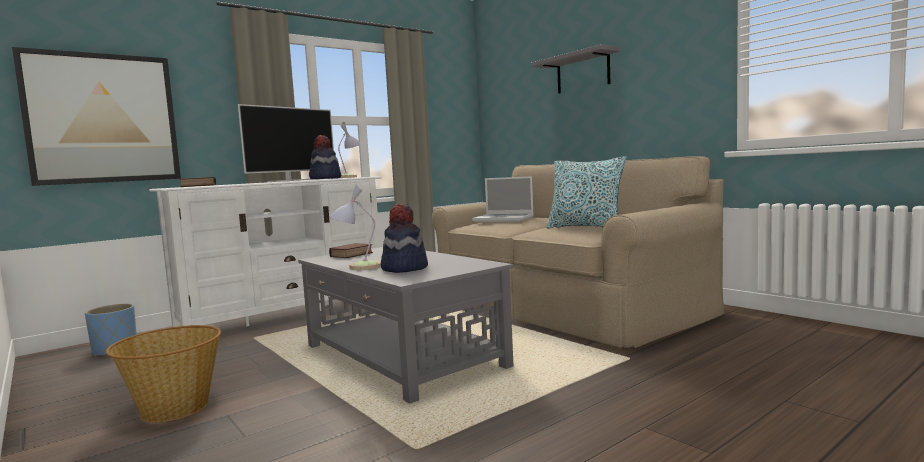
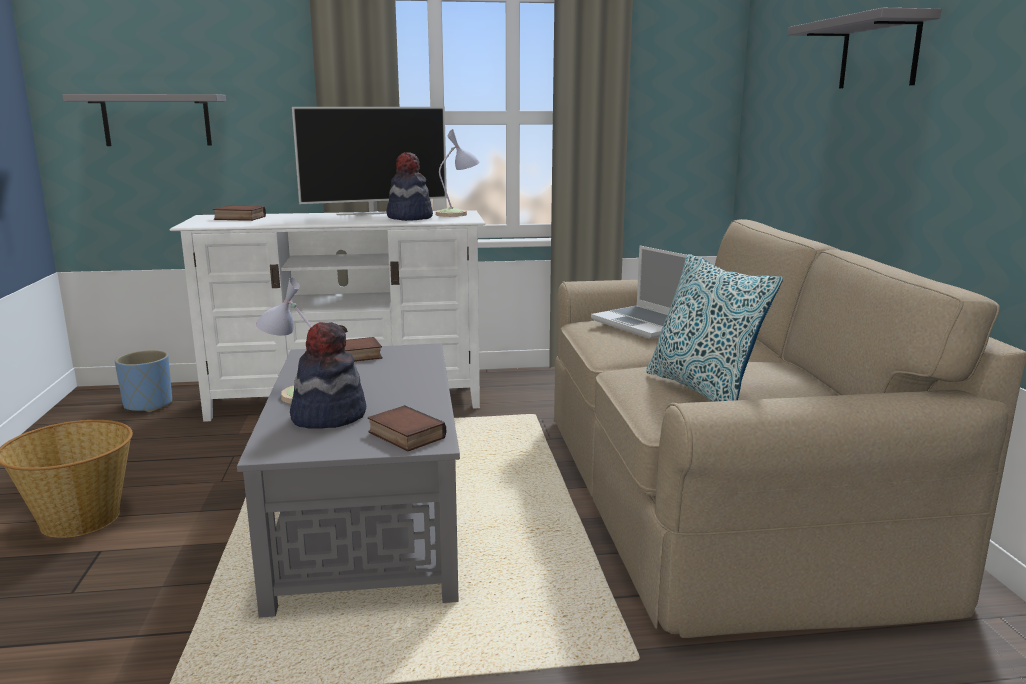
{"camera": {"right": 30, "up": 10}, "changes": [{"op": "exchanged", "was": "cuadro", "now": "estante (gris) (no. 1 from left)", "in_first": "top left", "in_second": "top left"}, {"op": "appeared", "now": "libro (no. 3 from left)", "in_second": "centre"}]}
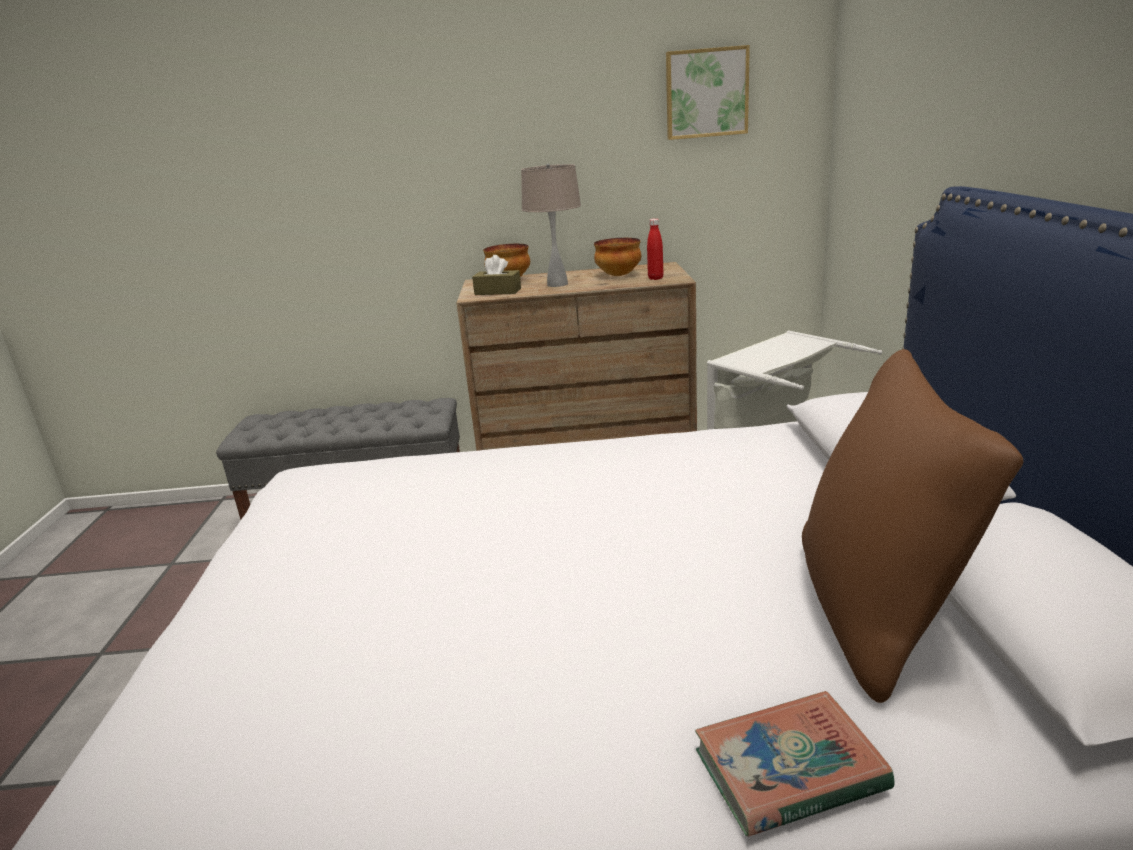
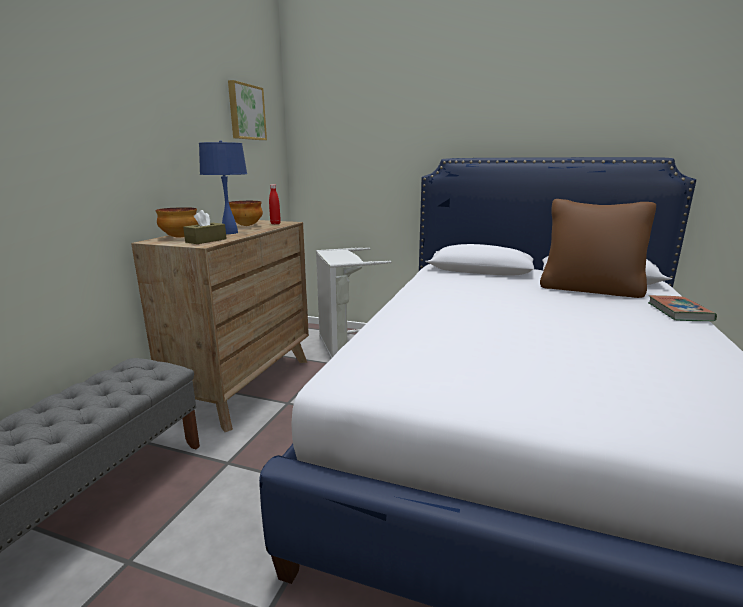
{"camera": {"right": -70, "up": -5}, "changes": [{"op": "colour", "was": "lámpara de mesa (beis)", "now": "lámpara de mesa (azul)", "in_first": "top centre", "in_second": "top left"}]}
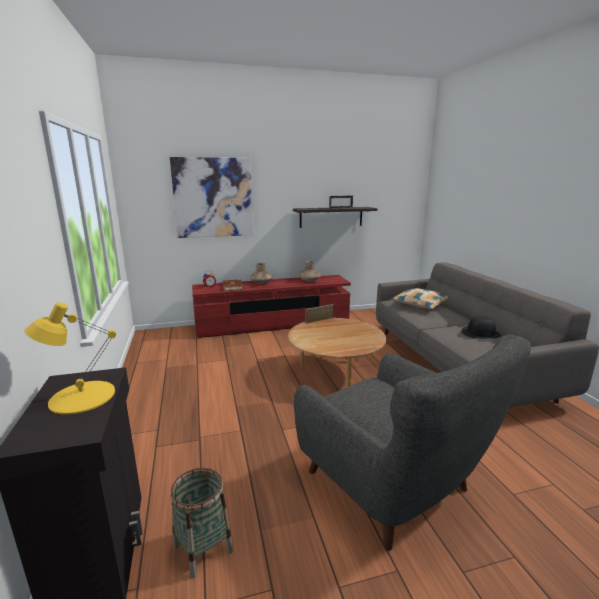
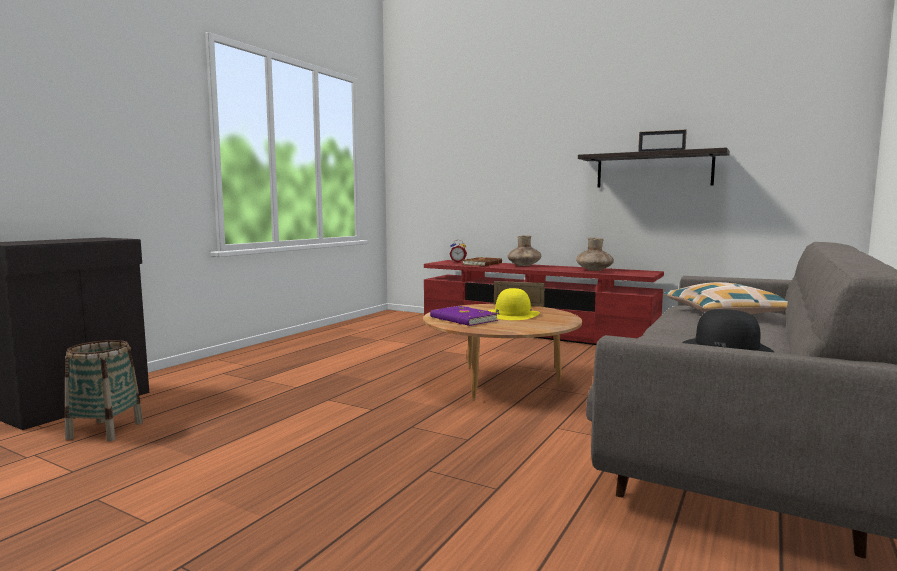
{"camera": {"right": 45, "up": -10}, "changes": [{"op": "missing", "was": "cuadro", "in_first": "top centre"}, {"op": "missing", "was": "lámpara de mesa (amarillo)", "in_first": "middle left"}, {"op": "missing", "was": "sillón (gris)", "in_first": "bottom right"}, {"op": "appeared", "now": "sombrero (amarillo)", "in_second": "centre"}, {"op": "appeared", "now": "libro (morado)", "in_second": "centre"}]}
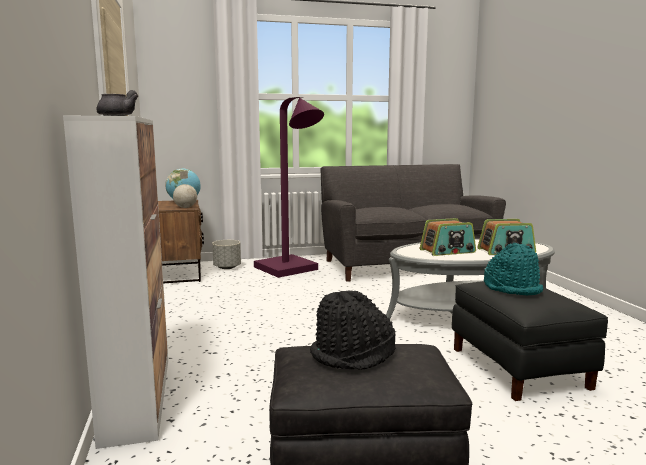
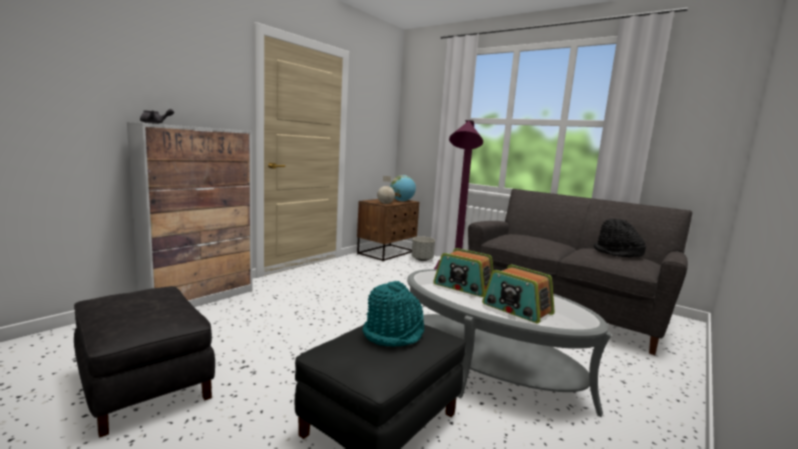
{"camera": {"right": 50, "up": 0}, "changes": [{"op": "relocated", "was": "sombrero (negro)", "in_first": "bottom centre", "in_second": "middle right"}]}
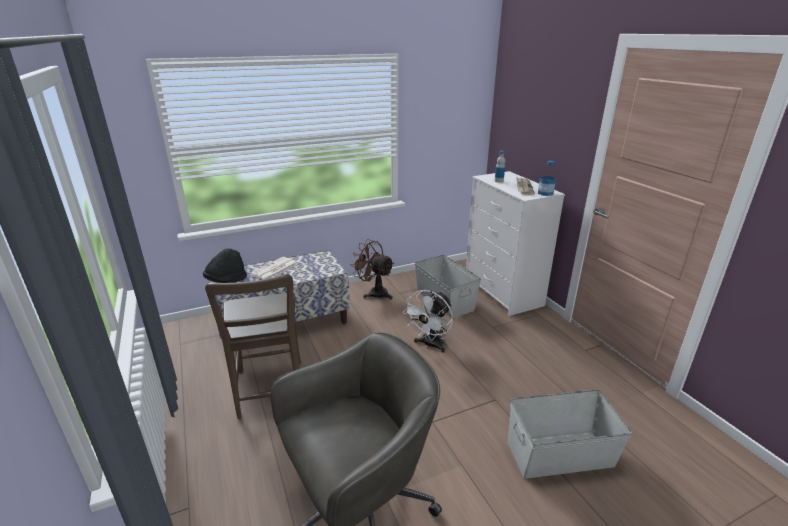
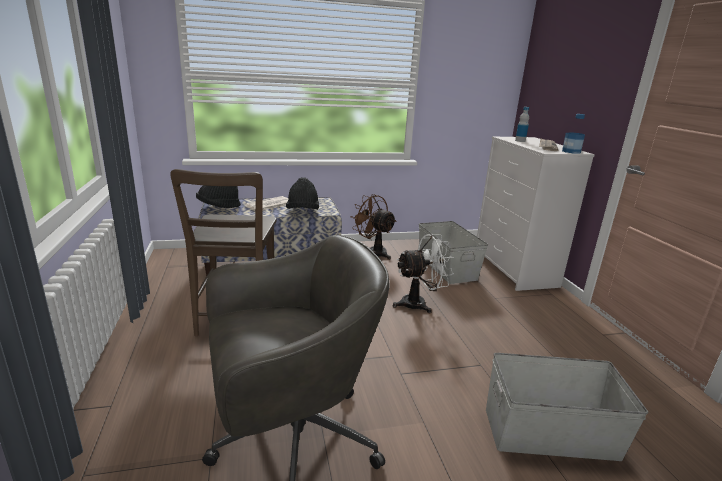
{"camera": {"right": 10, "up": -5}, "changes": [{"op": "spun", "was": "ventilador (blanco)", "in_first": "centre", "in_second": "centre", "clockwise": -150}, {"op": "appeared", "now": "sombrero (negro) (no. 2 from left)", "in_second": "centre"}]}
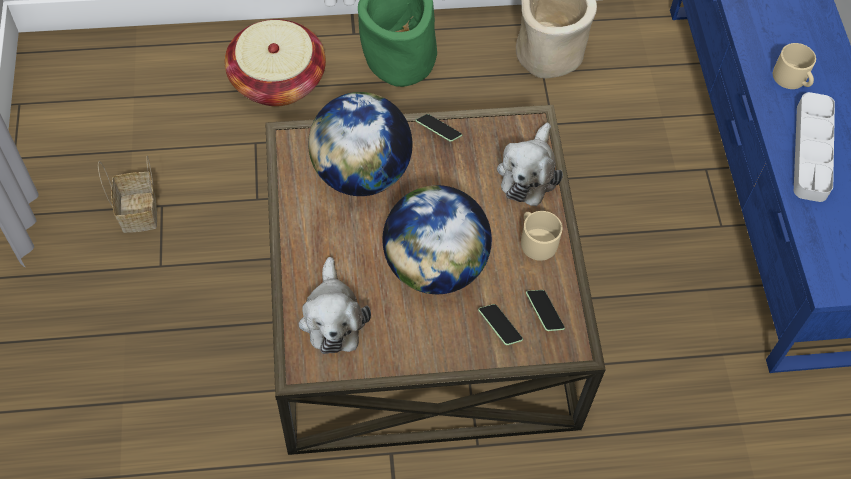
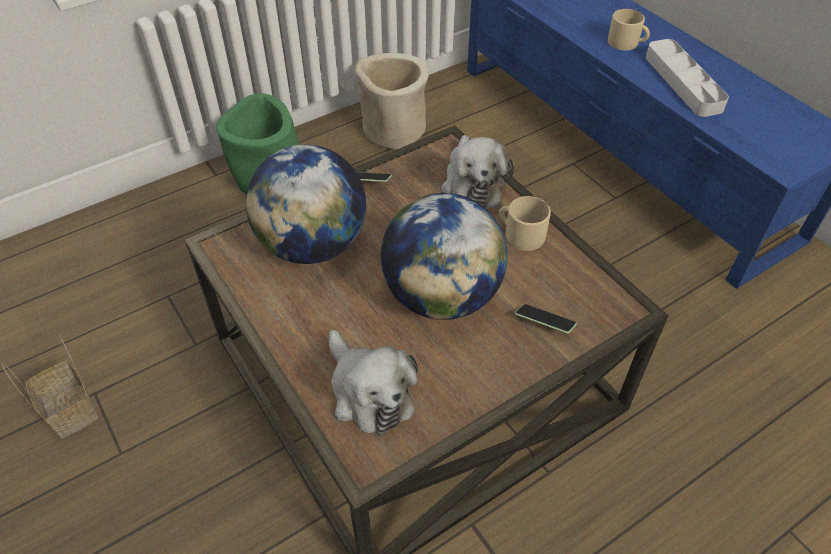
{"camera": {"right": -25, "up": -10}, "changes": [{"op": "missing", "was": "cesta (no. 2 from left)", "in_first": "top left"}, {"op": "missing", "was": "móvil (no. 3 from left)", "in_first": "centre"}]}
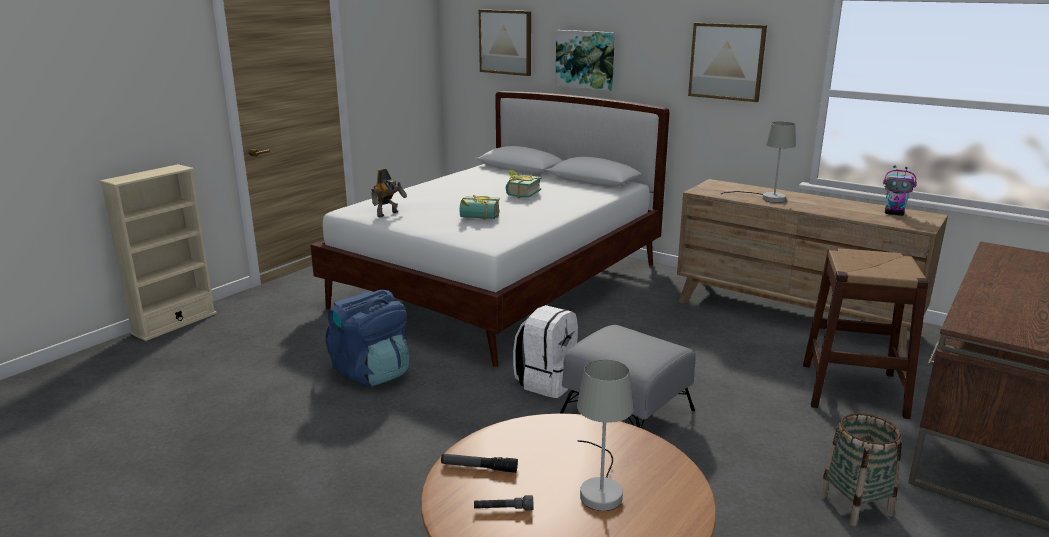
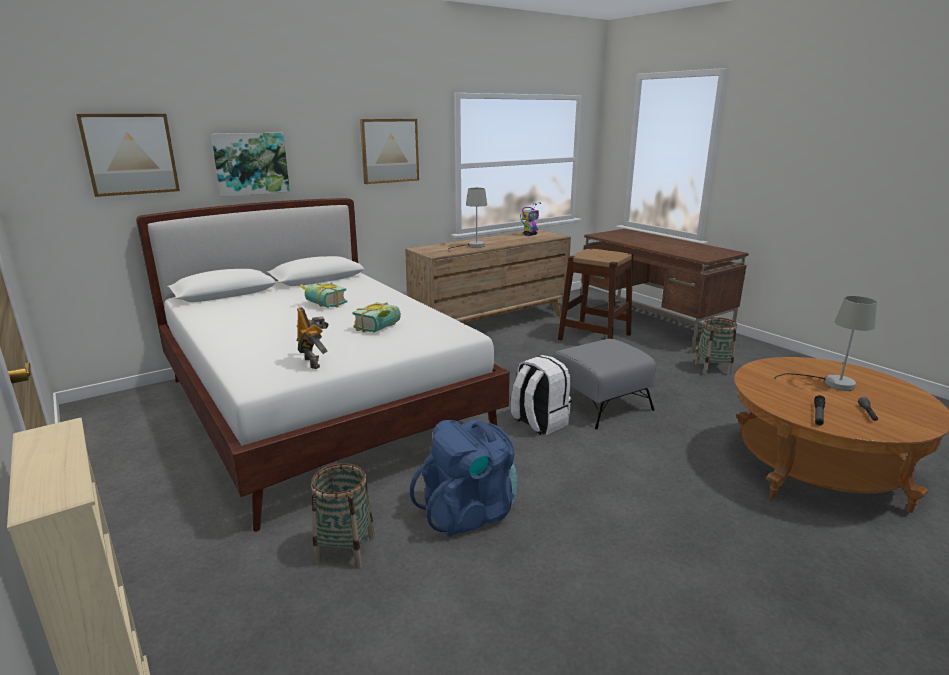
{"camera": {"right": -70, "up": 0}, "changes": [{"op": "appeared", "now": "cesta (no. 1 from left)", "in_second": "bottom centre"}]}
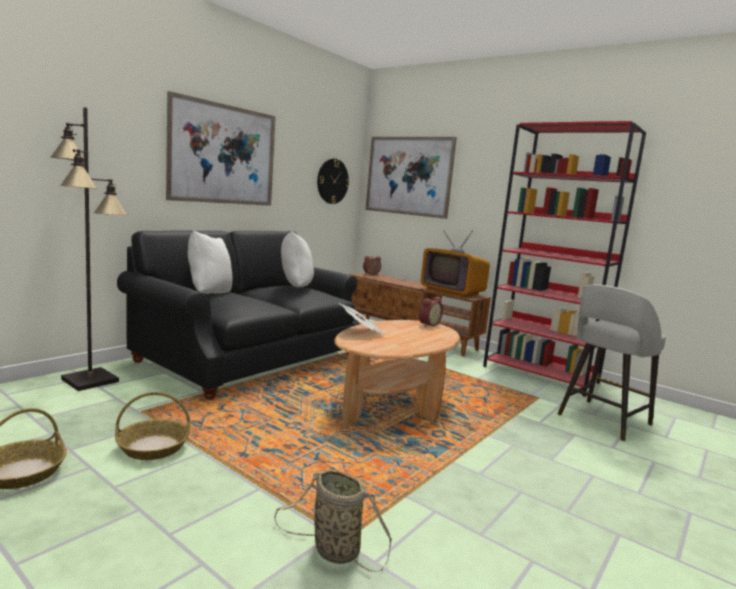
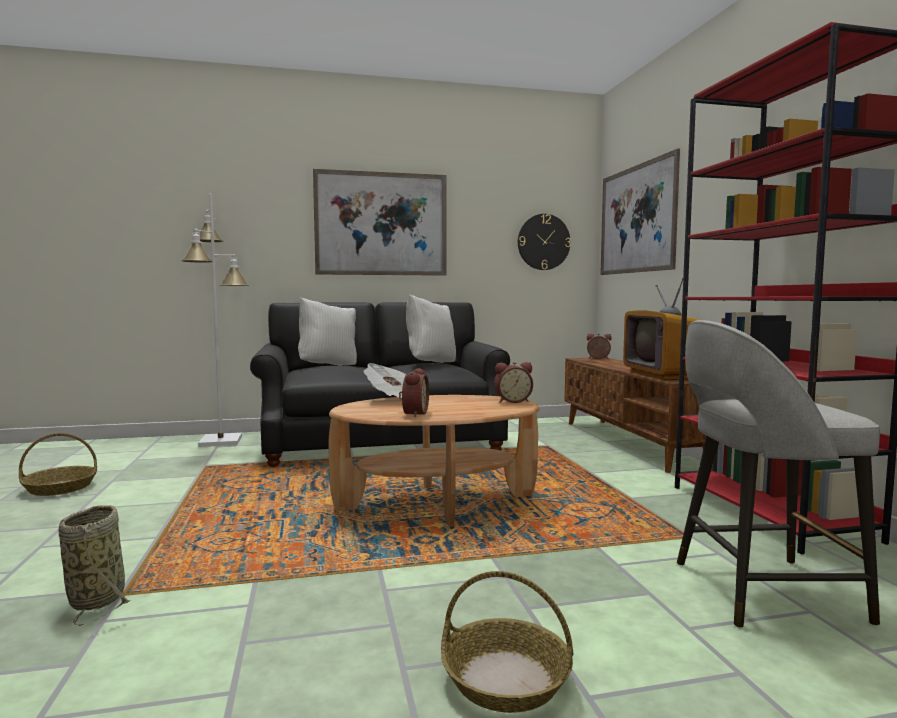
{"camera": {"right": 40, "up": -5}, "changes": [{"op": "colour", "was": "lámpara de pie (negro)", "now": "lámpara de pie (blanco)", "in_first": "middle left", "in_second": "middle left"}, {"op": "relocated", "was": "cesta (no. 2 from left in the first image)", "now": "cesta (no. 3 from left)", "in_first": "bottom left", "in_second": "bottom centre"}, {"op": "appeared", "now": "despertador (no. 1 from left)", "in_second": "centre"}]}
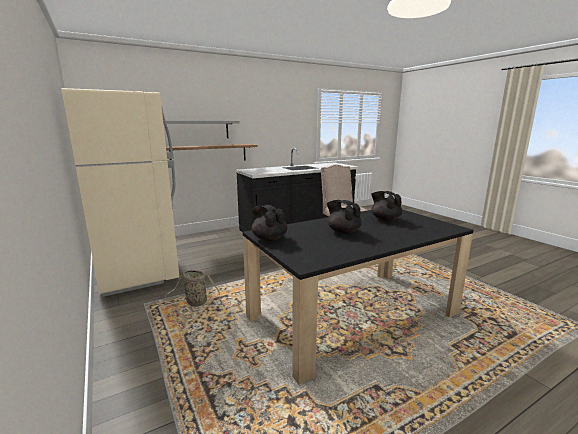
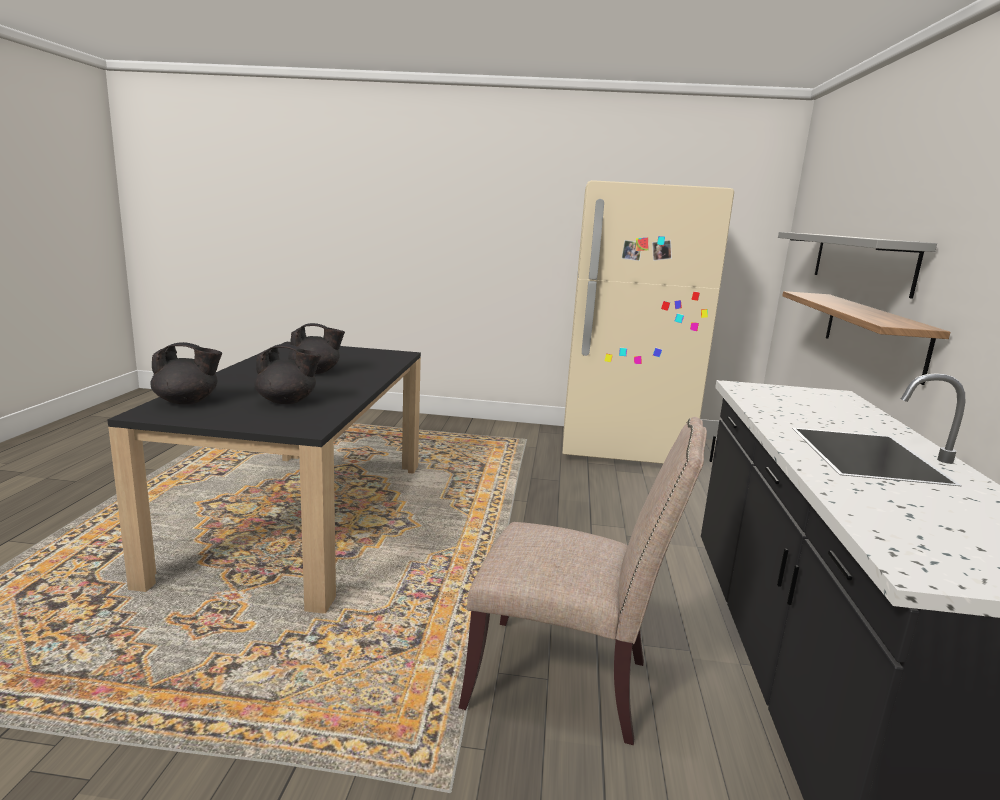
{"camera": {"right": 125, "up": 0}, "changes": [{"op": "relocated", "was": "tetera (negro) (no. 1 from left)", "in_first": "centre", "in_second": "middle left"}, {"op": "missing", "was": "cesta", "in_first": "middle left"}]}
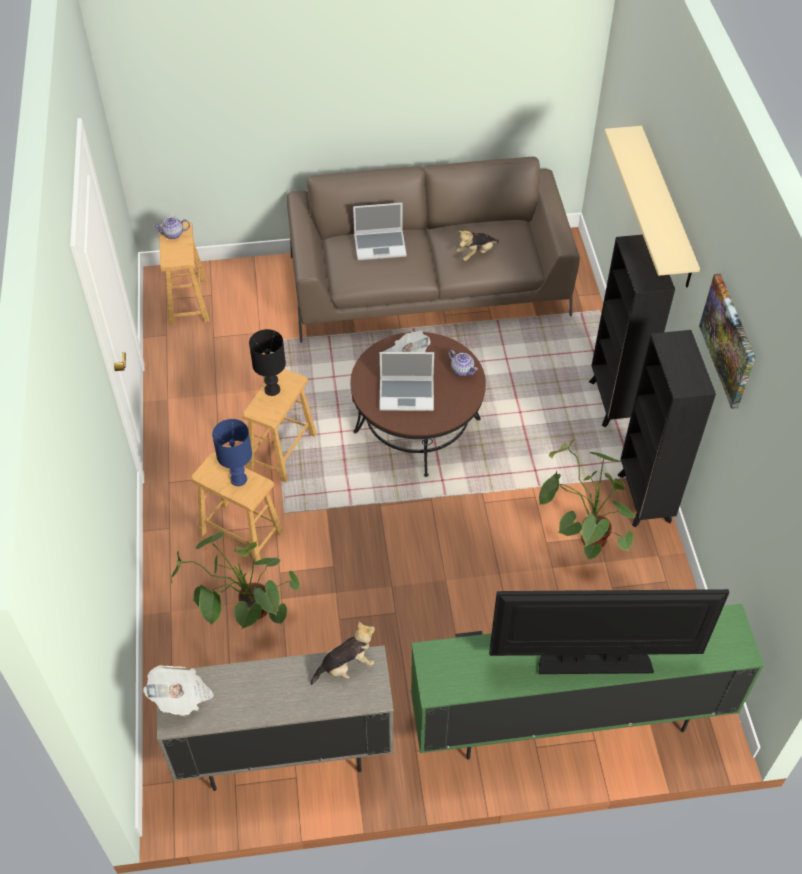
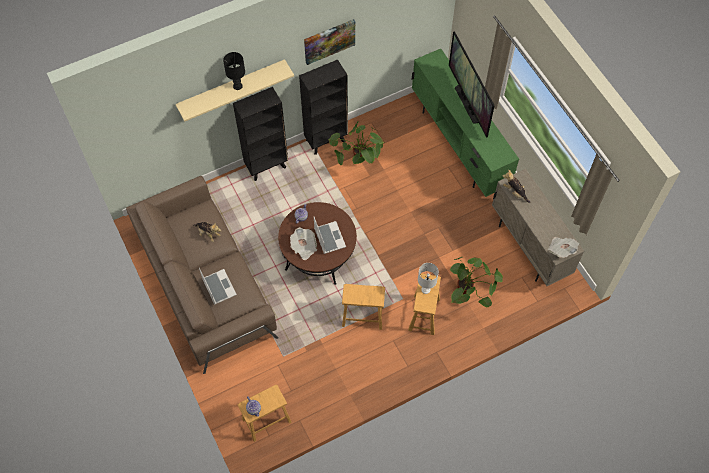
{"camera": {"right": -110, "up": 10}, "changes": [{"op": "relocated", "was": "lámpara de mesa (negro)", "in_first": "middle left", "in_second": "top left"}, {"op": "colour", "was": "lámpara de mesa (azul)", "now": "lámpara de mesa (blanco)", "in_first": "middle left", "in_second": "centre"}]}
